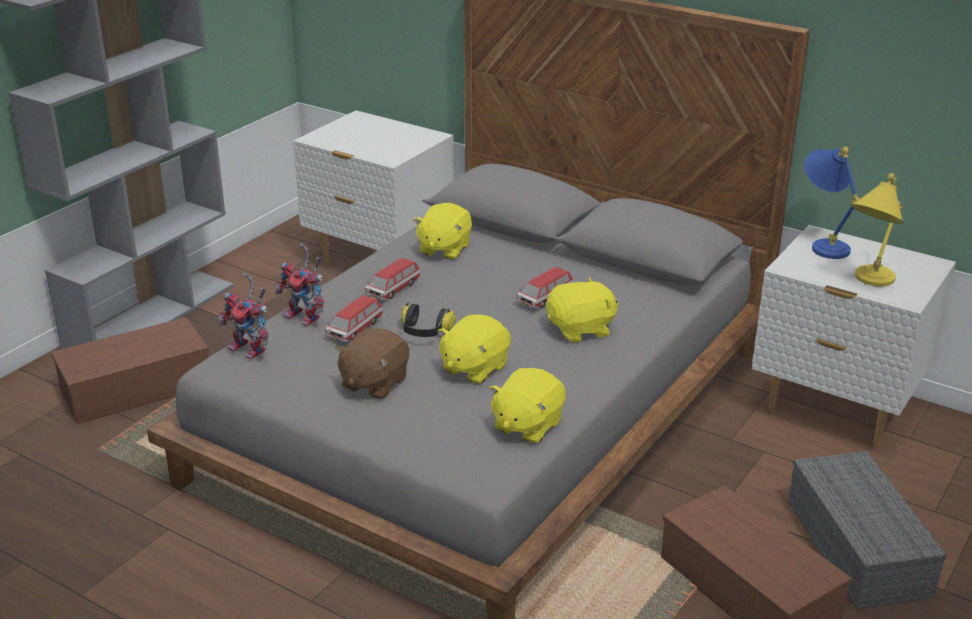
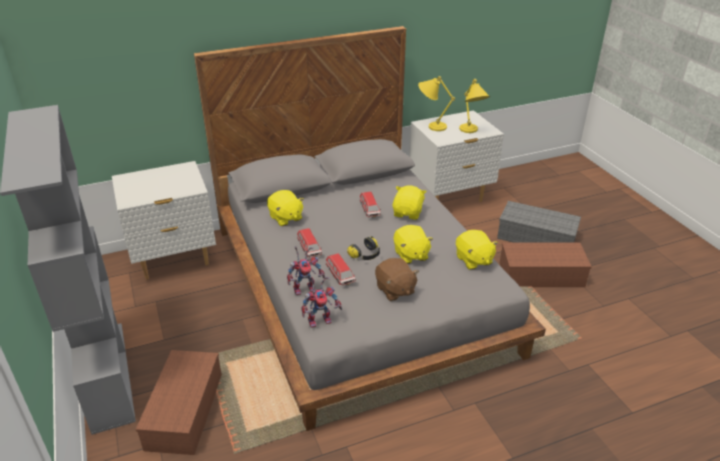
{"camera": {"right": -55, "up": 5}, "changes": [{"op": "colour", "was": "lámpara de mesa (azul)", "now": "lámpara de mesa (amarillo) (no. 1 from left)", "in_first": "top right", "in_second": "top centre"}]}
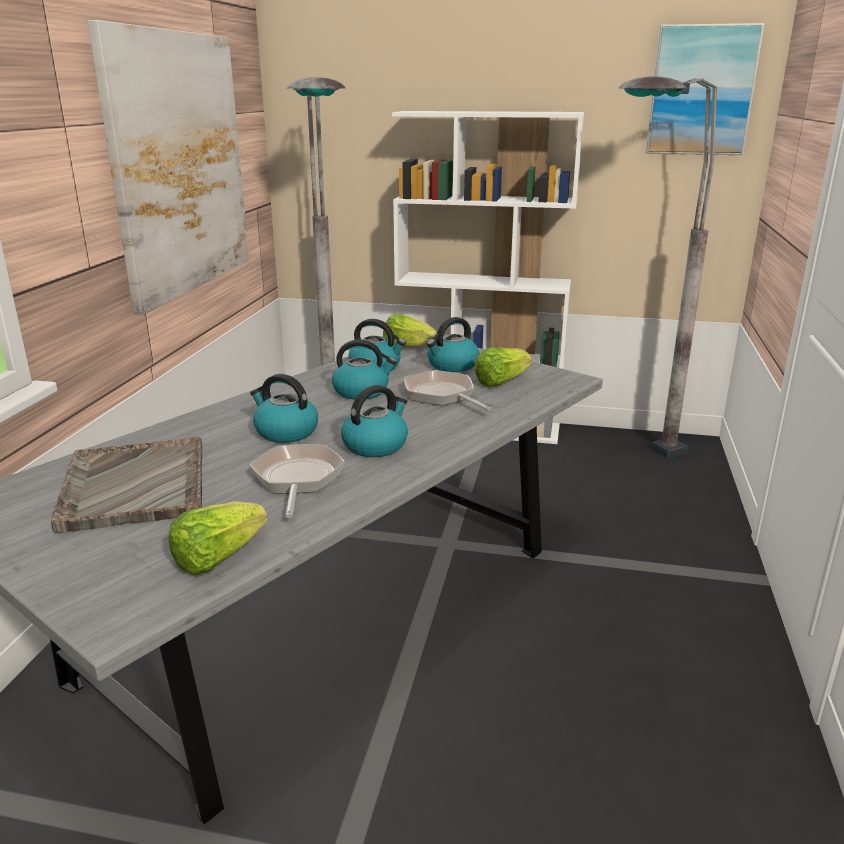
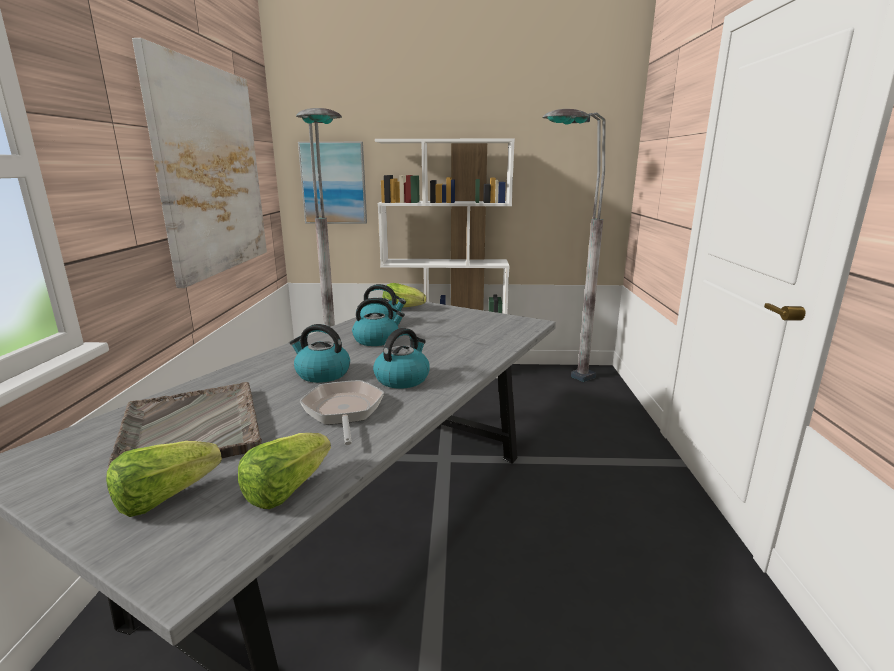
{"camera": {"right": -10, "up": -5}, "changes": [{"op": "relocated", "was": "cuadro (no. 2 from left)", "in_first": "top right", "in_second": "top centre"}, {"op": "missing", "was": "hervidor (no. 5 from left)", "in_first": "centre"}, {"op": "relocated", "was": "lechuga (no. 3 from left in the first image)", "now": "lechuga (no. 1 from left)", "in_first": "centre", "in_second": "bottom left"}, {"op": "missing", "was": "sartén (no. 2 from left)", "in_first": "centre"}]}
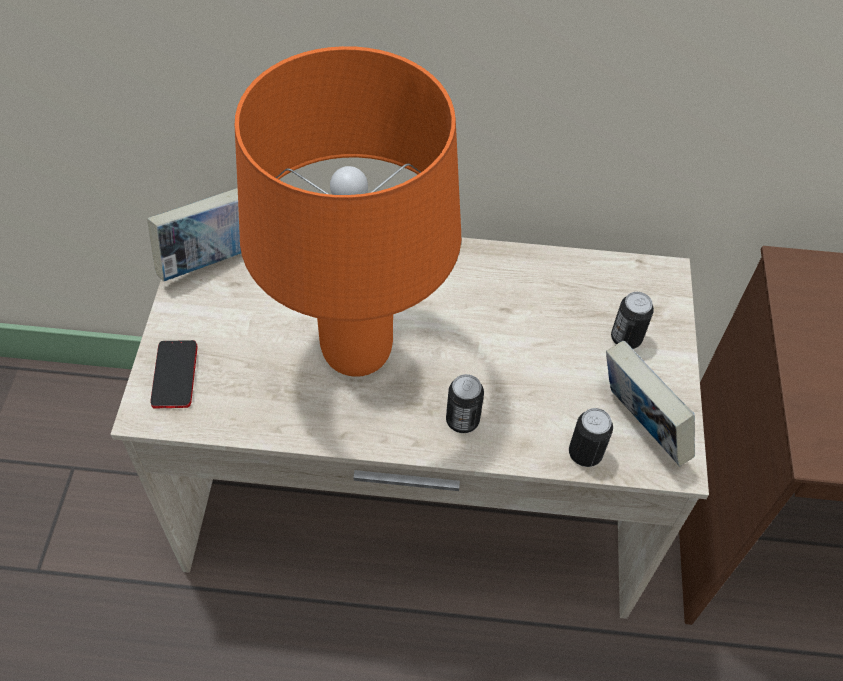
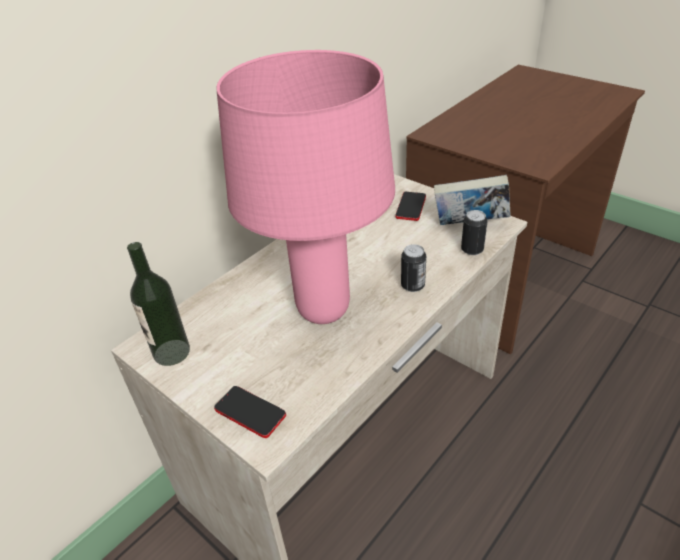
{"camera": {"right": -50, "up": -15}, "changes": [{"op": "colour", "was": "lámpara de mesa (naranja)", "now": "lámpara de mesa (rosa)", "in_first": "top centre", "in_second": "centre"}, {"op": "exchanged", "was": "libro (no. 1 from left)", "now": "botella", "in_first": "middle left", "in_second": "middle left"}, {"op": "exchanged", "was": "lata (no. 3 from left)", "now": "móvil (no. 2 from left)", "in_first": "middle right", "in_second": "centre"}]}
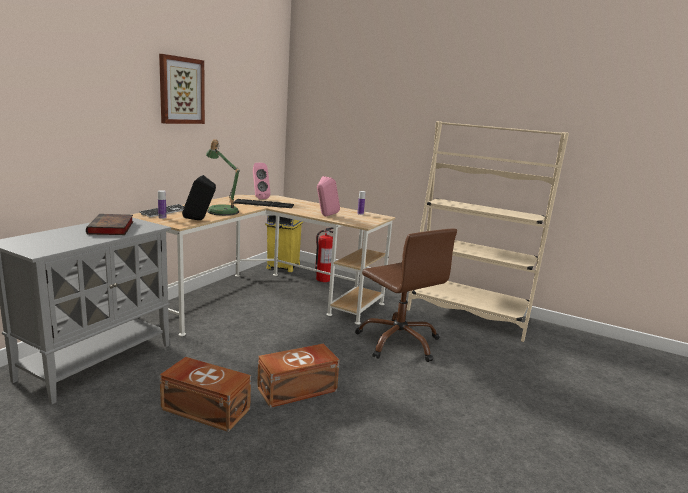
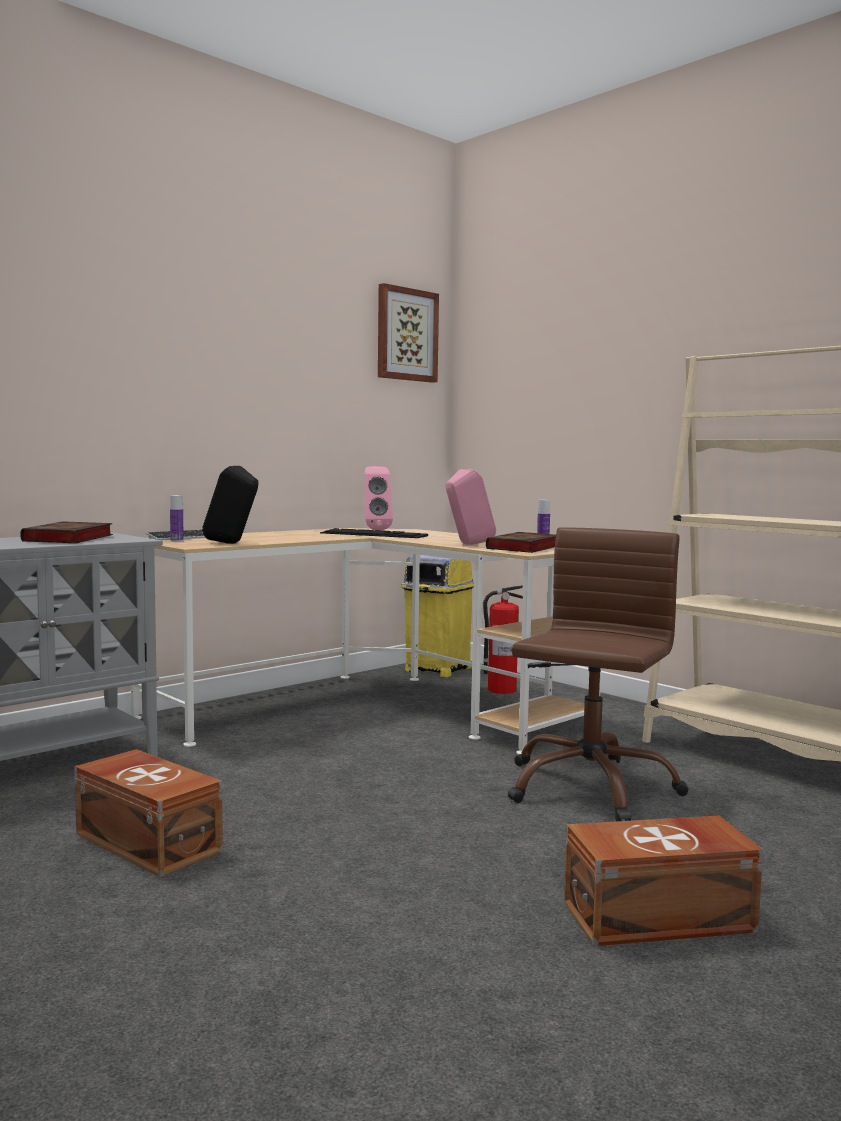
{"camera": {"right": 20, "up": -10}, "changes": [{"op": "relocated", "was": "cuadro", "in_first": "top left", "in_second": "top centre"}, {"op": "missing", "was": "lámpara de mesa", "in_first": "middle left"}, {"op": "spun", "was": "silla de oficina (marrón)", "in_first": "centre", "in_second": "middle right", "clockwise": -135}, {"op": "relocated", "was": "caja de almacenaje (marrón) (no. 2 from left)", "in_first": "bottom centre", "in_second": "bottom right"}, {"op": "appeared", "now": "libro (no. 2 from left)", "in_second": "centre"}]}
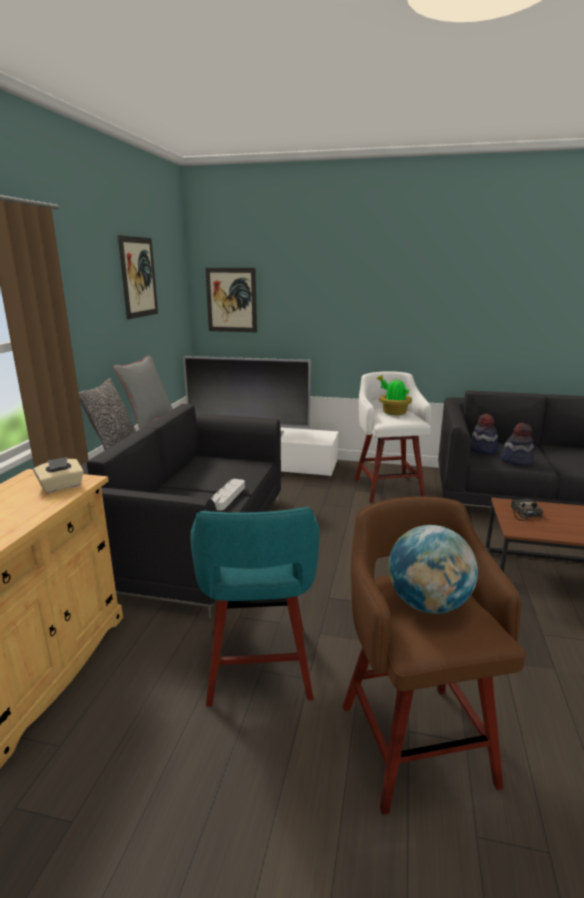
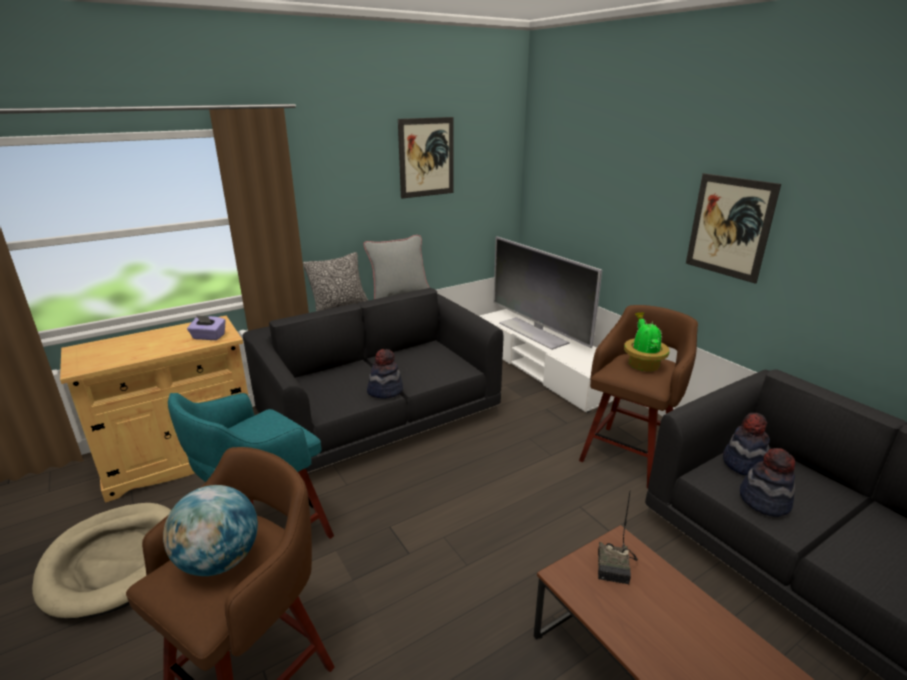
{"camera": {"right": 45, "up": 5}, "changes": [{"op": "relocated", "was": "cuadro (no. 2 from left)", "in_first": "centre", "in_second": "middle right"}, {"op": "colour", "was": "taburete (blanco)", "now": "taburete (marrón) (no. 2 from left)", "in_first": "middle right", "in_second": "middle right"}, {"op": "colour", "was": "caja de pañuelos (beis)", "now": "caja de pañuelos (morado)", "in_first": "middle left", "in_second": "middle left"}, {"op": "exchanged", "was": "bandeja (gris)", "now": "sombrero (no. 1 from left)", "in_first": "centre", "in_second": "centre"}, {"op": "spun", "was": "radio", "in_first": "middle right", "in_second": "bottom right", "clockwise": 150}, {"op": "appeared", "now": "cama para perro (beis)", "in_second": "bottom left"}]}
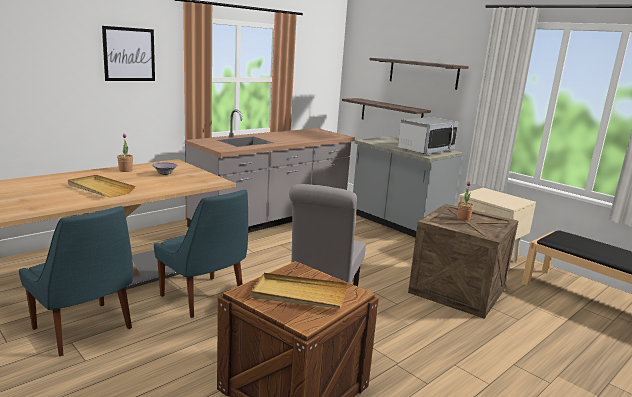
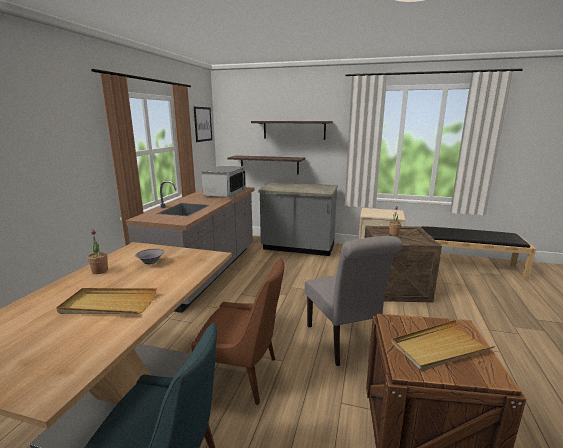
{"camera": {"right": -30, "up": 0}, "changes": [{"op": "relocated", "was": "cuadro", "in_first": "top left", "in_second": "top centre"}, {"op": "relocated", "was": "microondas", "in_first": "middle right", "in_second": "centre"}, {"op": "colour", "was": "silla (azul) (no. 2 from left)", "now": "silla (marrón)", "in_first": "middle left", "in_second": "bottom centre"}]}
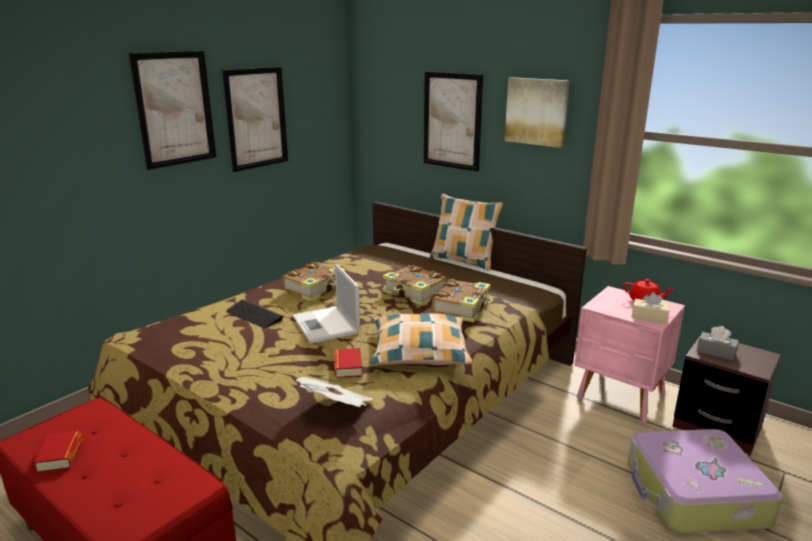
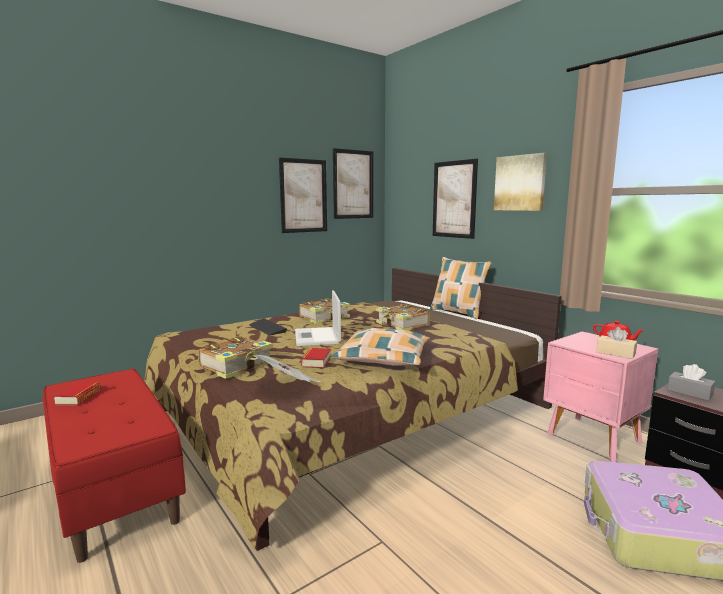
{"camera": {"right": 15, "up": -10}, "changes": [{"op": "relocated", "was": "cuadro (no. 1 from left in the first image)", "now": "cuadro (no. 2 from left)", "in_first": "top left", "in_second": "top centre"}, {"op": "relocated", "was": "libro (no. 5 from left in the first image)", "now": "libro (no. 2 from left)", "in_first": "centre", "in_second": "middle left"}]}
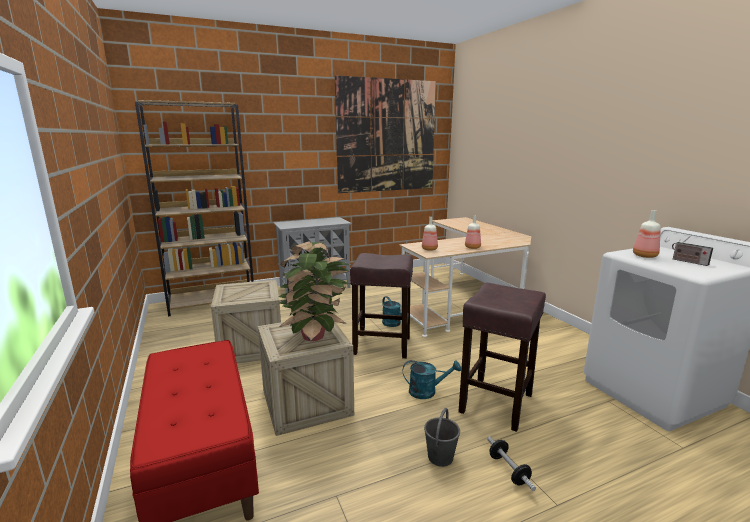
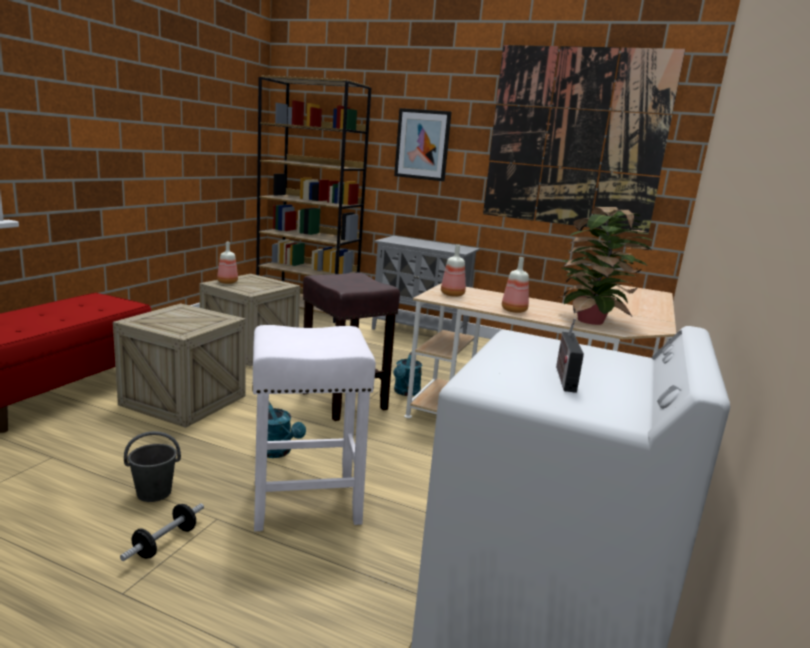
{"camera": {"right": 45, "up": 0}, "changes": [{"op": "relocated", "was": "botella (no. 3 from left in the first image)", "now": "botella (no. 1 from left)", "in_first": "middle right", "in_second": "middle left"}, {"op": "relocated", "was": "planta en maceta", "in_first": "centre", "in_second": "middle right"}, {"op": "colour", "was": "taburete (marrón) (no. 2 from left)", "now": "taburete (blanco)", "in_first": "bottom right", "in_second": "centre"}, {"op": "appeared", "now": "cuadro (no. 1 from left)", "in_second": "top centre"}]}
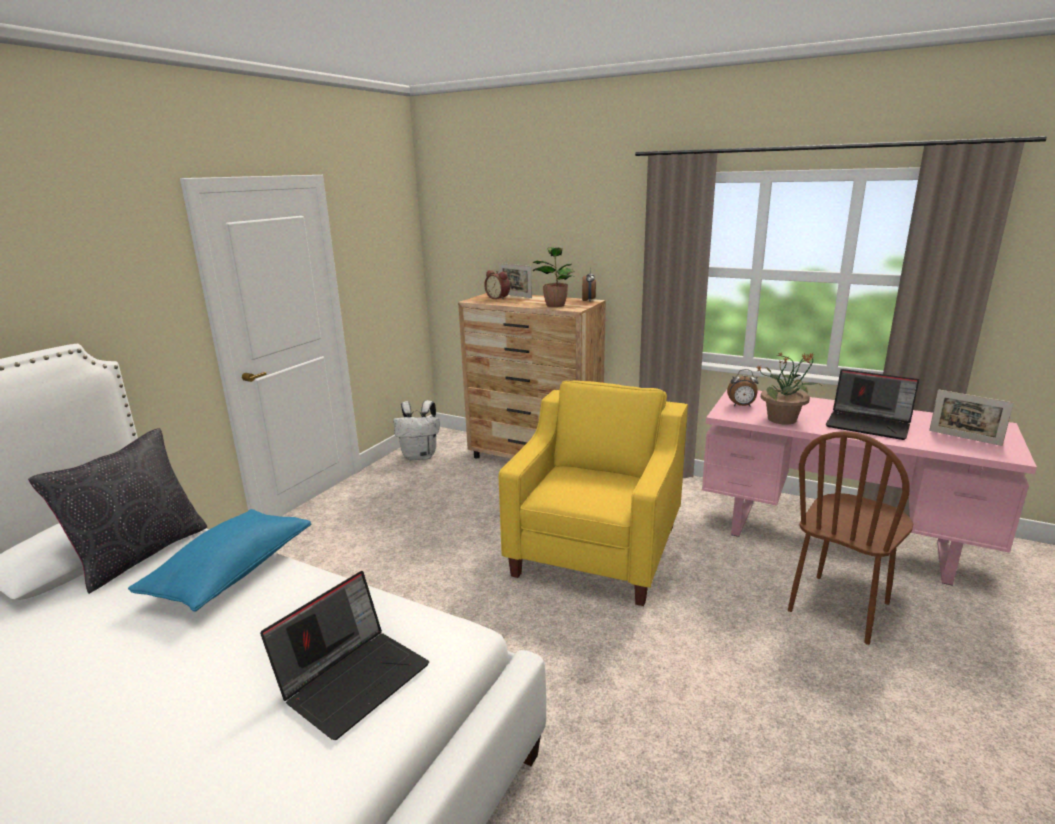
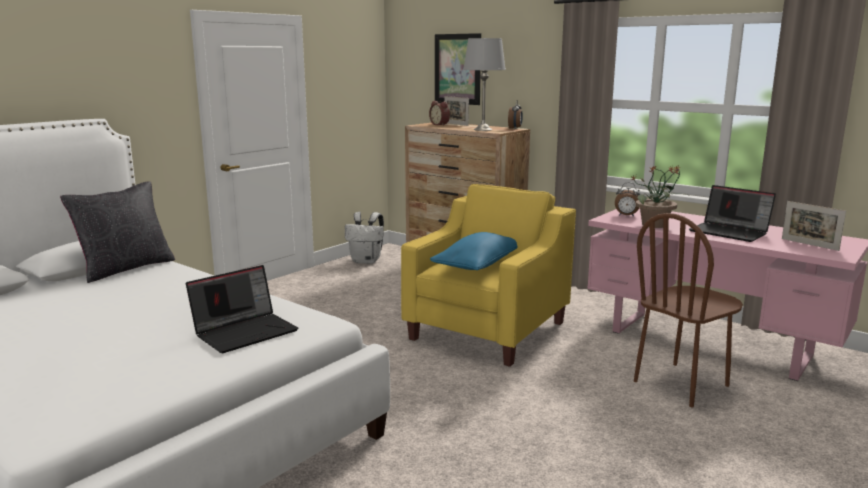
{"camera": {"right": 10, "up": -5}, "changes": [{"op": "exchanged", "was": "planta en maceta (no. 1 from left)", "now": "lámpara de mesa (gris)", "in_first": "centre", "in_second": "top centre"}, {"op": "relocated", "was": "cojín (azul)", "in_first": "bottom left", "in_second": "centre"}, {"op": "appeared", "now": "cuadro", "in_second": "top centre"}]}
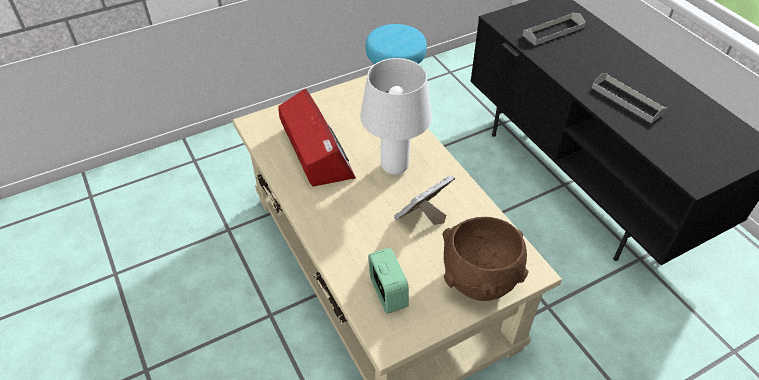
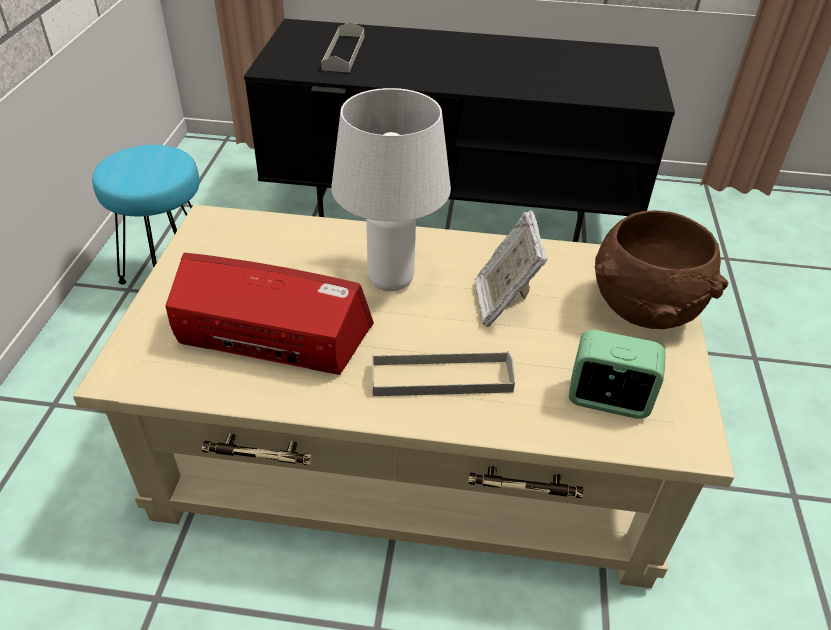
{"camera": {"right": -55, "up": -5}, "changes": [{"op": "relocated", "was": "bandeja (gris) (no. 2 from left)", "in_first": "top right", "in_second": "centre"}]}
